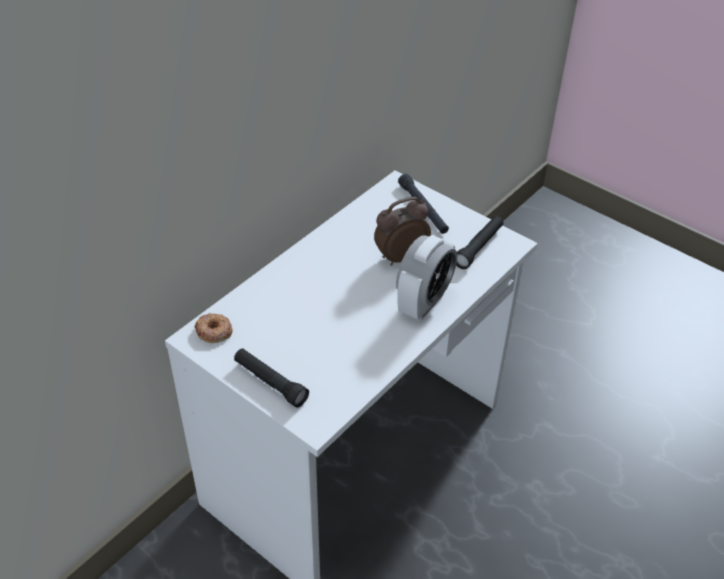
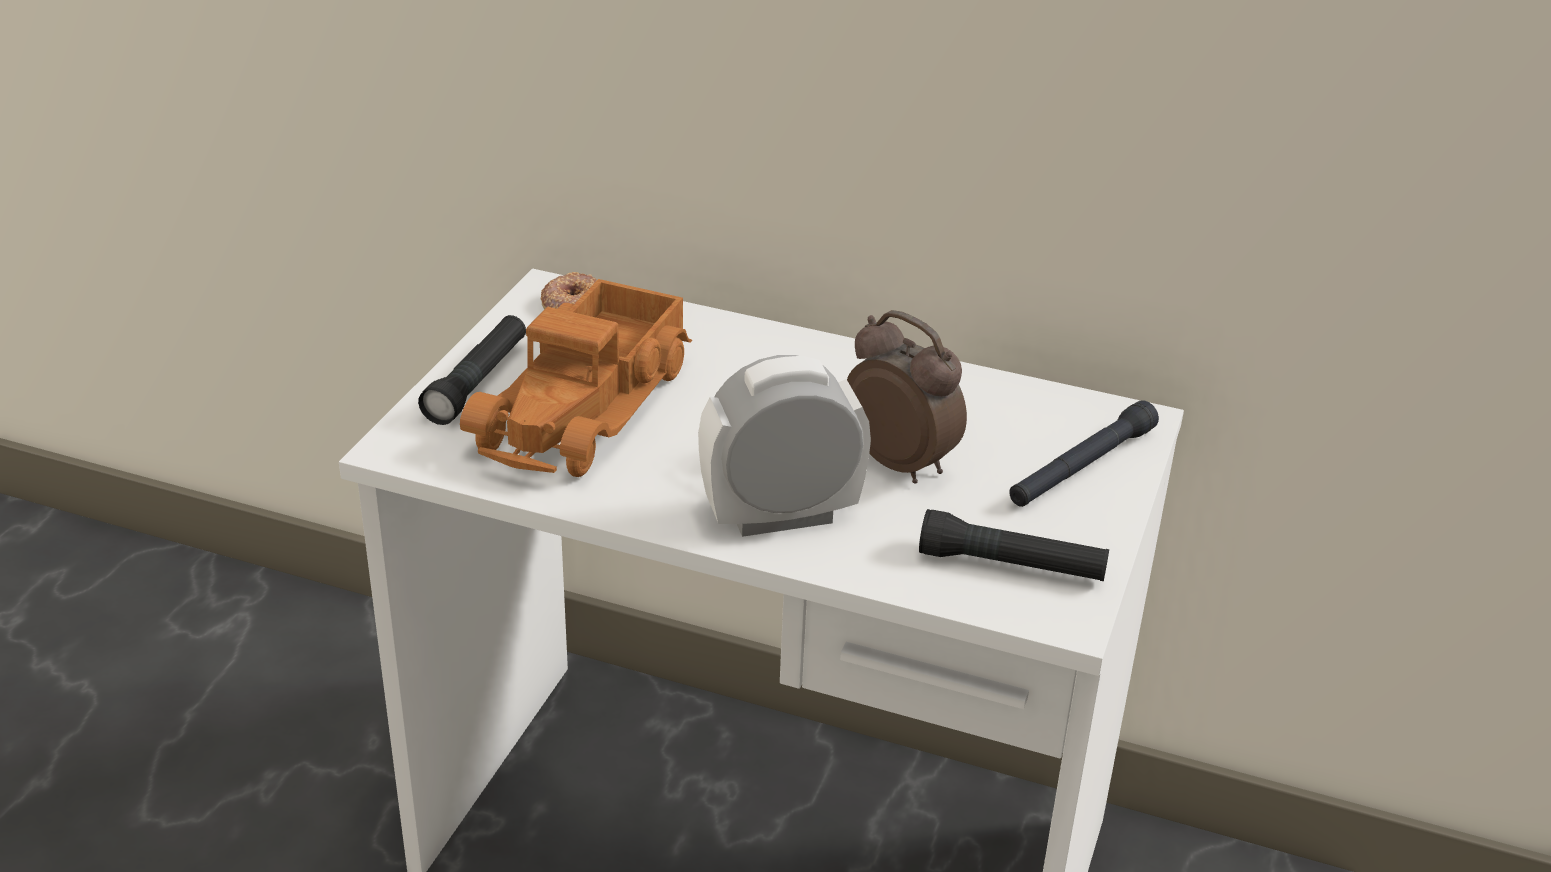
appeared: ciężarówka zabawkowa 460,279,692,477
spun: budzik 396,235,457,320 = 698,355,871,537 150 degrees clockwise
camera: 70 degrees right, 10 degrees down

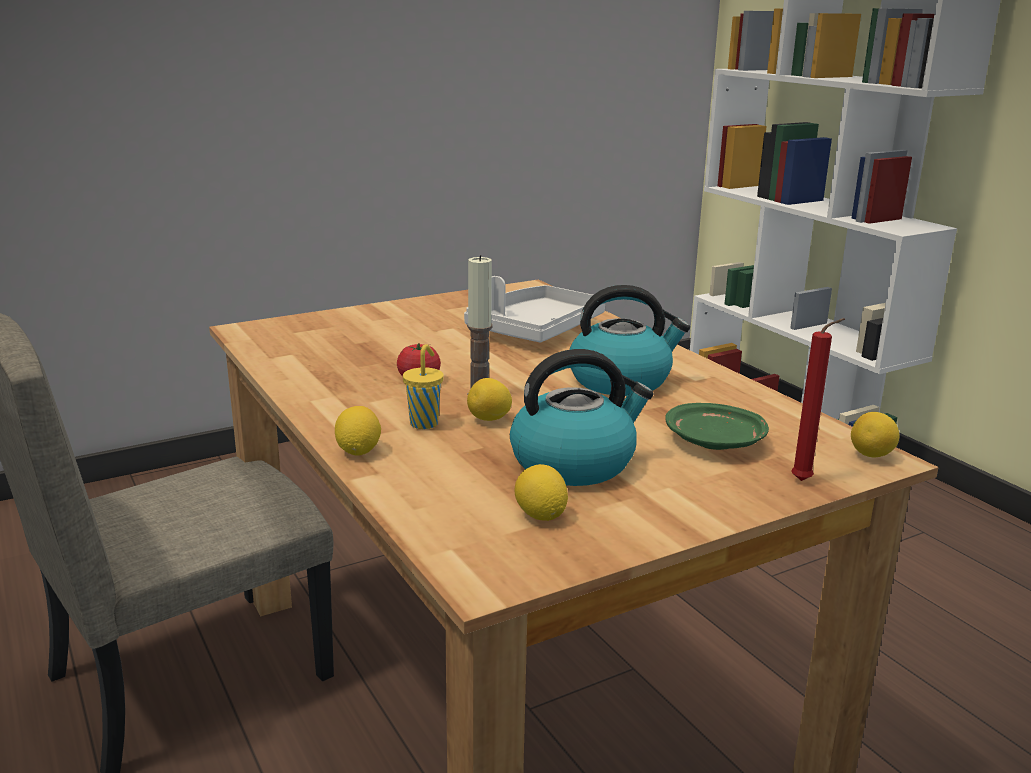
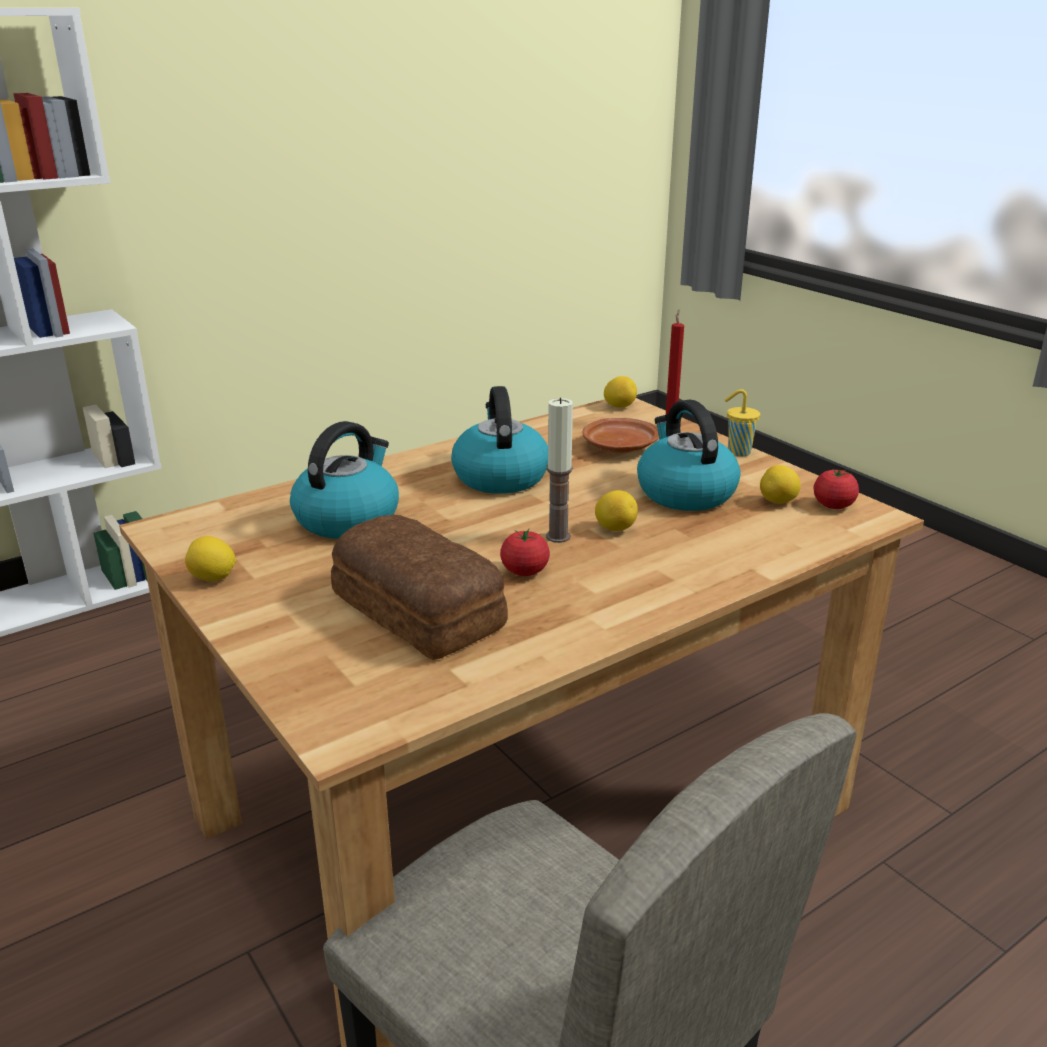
appeared: chleb 331,515,508,660; pomidor 813,469,859,509
relocated: cytryna 335,406,381,456 to 185,536,236,581; filiżanka (żółty) 403,344,444,429 to 725,389,760,456
exchanged: taca (szary) 464,276,605,343 to czajnik 290,421,399,539
colour: talerz (zielony) 665,403,769,450 to talerz (brązowy) 582,418,659,453
camera: 95 degrees left, 5 degrees up

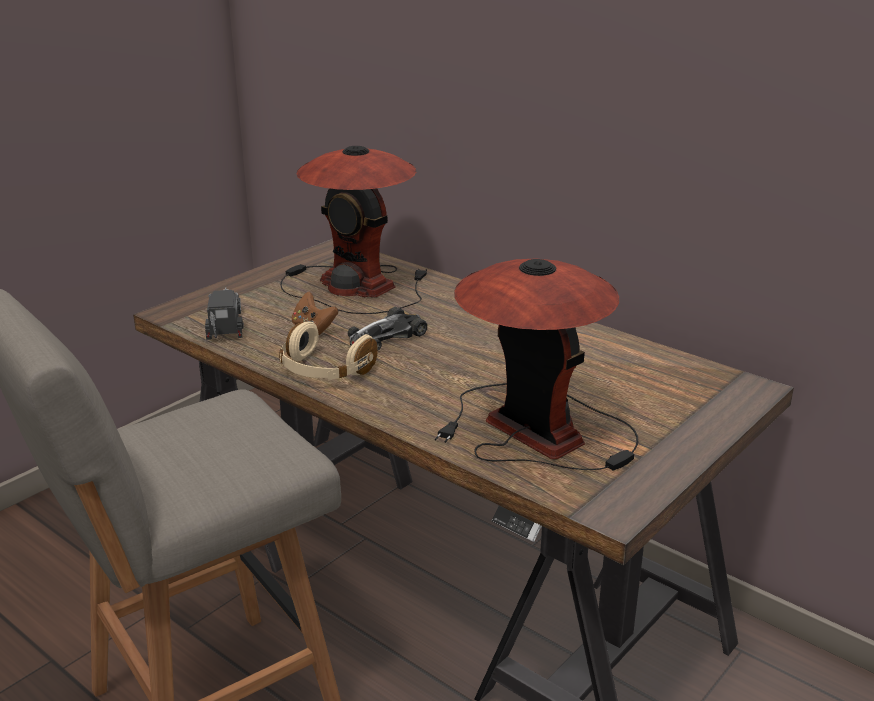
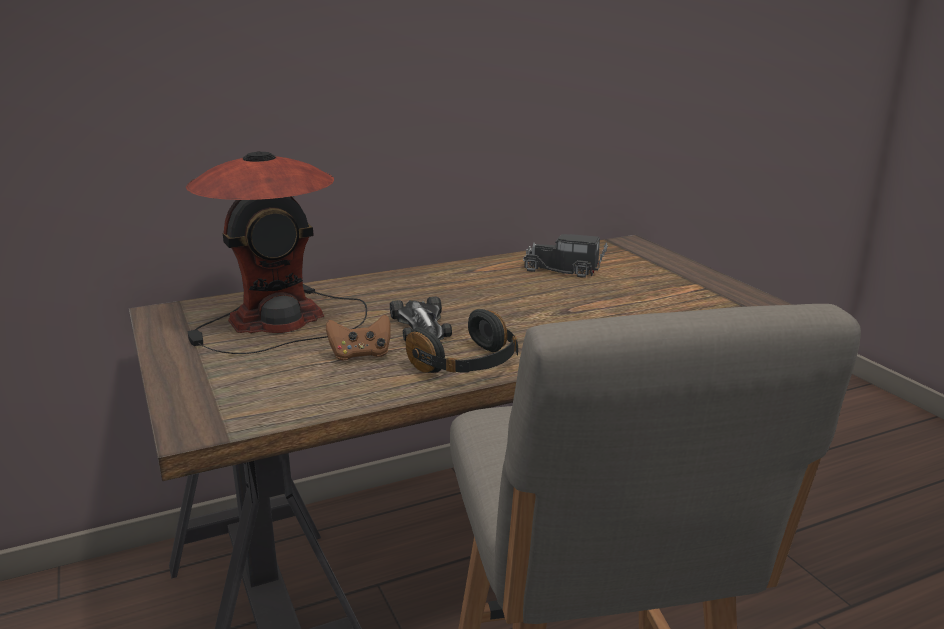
missing: lampa stołowa 435,258,638,471
relocated: ciężarówka zabawkowa 205,288,244,340 to 523,234,608,278
colour: słuchawki (beżowy) 279,321,378,380 to słuchawki (czarny) 406,309,518,373
camera: 65 degrees left, 5 degrees down

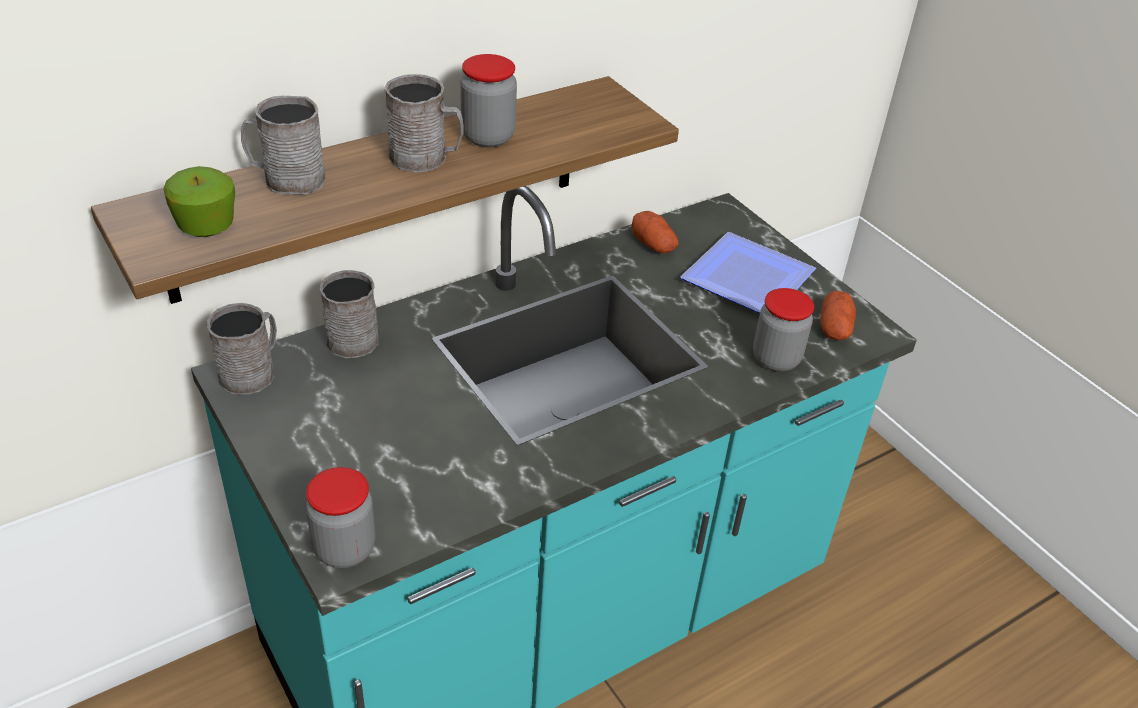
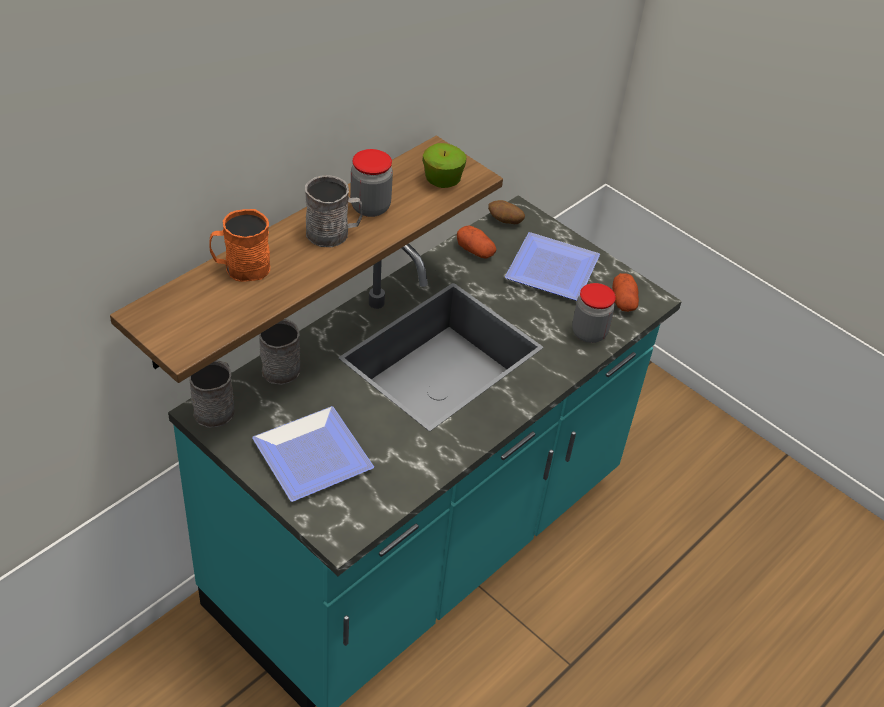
missing: słoik 306,467,375,568
appeared: talerz 252,406,374,502; ziemniak 488,200,525,224
relocated: jabłko 163,166,235,237 to 423,143,466,188
colour: kubek (szary) 241,96,326,195 to kubek (pomarańczowy) 209,209,270,282
camera: 15 degrees left, 5 degrees up

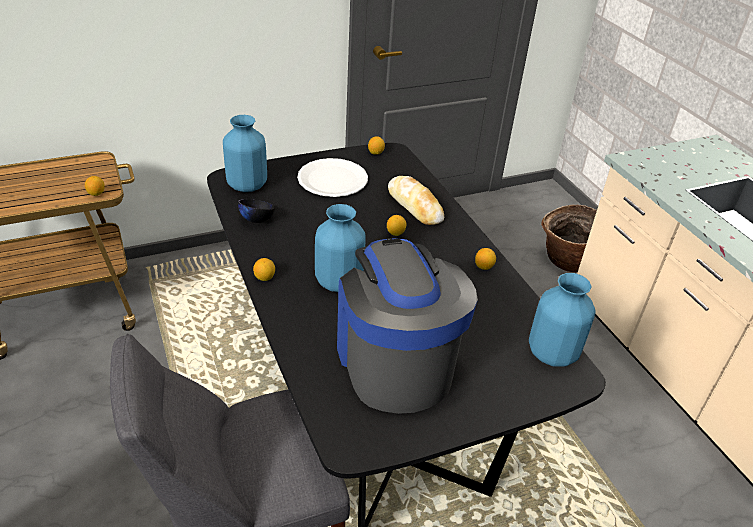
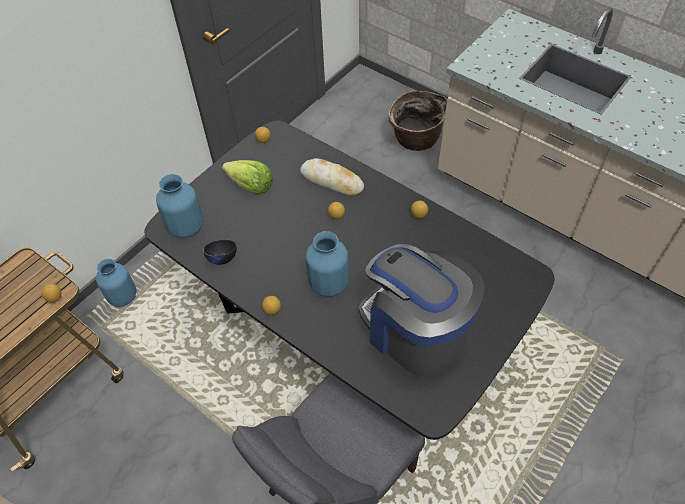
relocated: wazon (niebieski) 529,273,596,367 to 96,259,137,307
exchanged: talerz (biały) 297,158,368,197 to sałata 222,160,273,195
camera: 25 degrees left, 15 degrees up

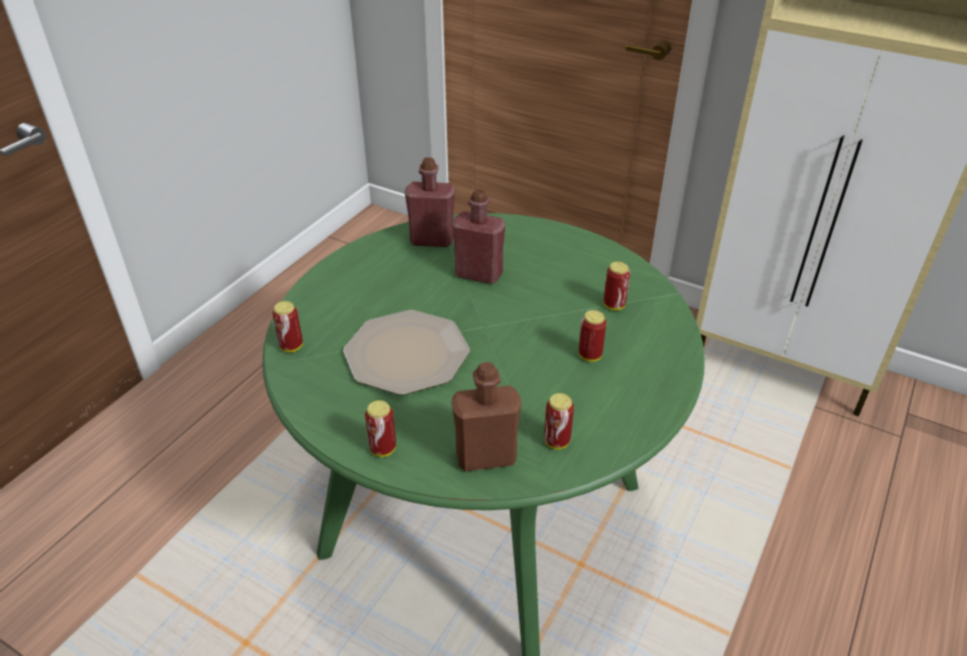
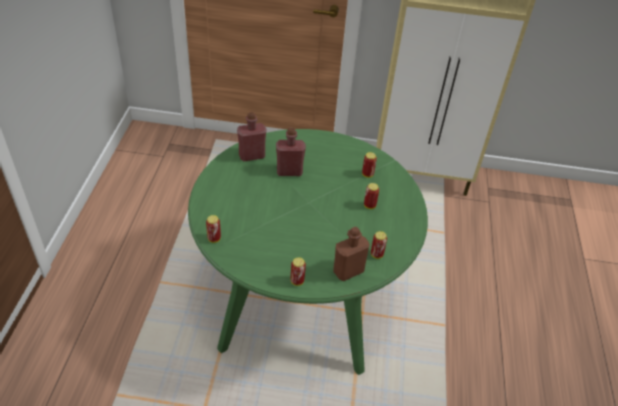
missing: talerz 343,310,470,395
camera: 25 degrees left, 5 degrees up

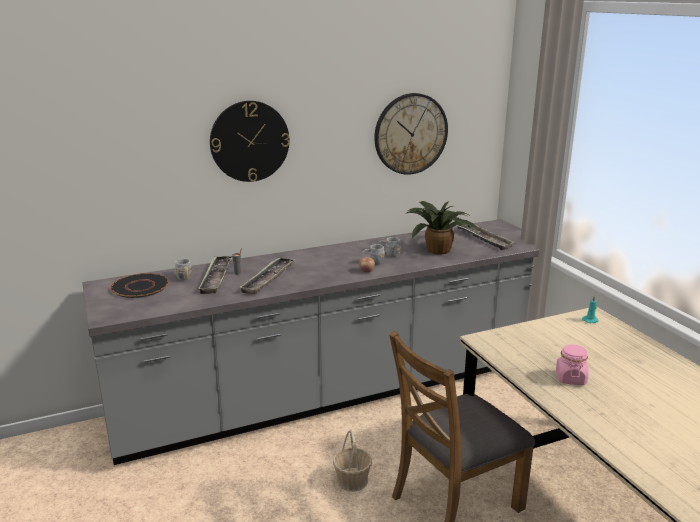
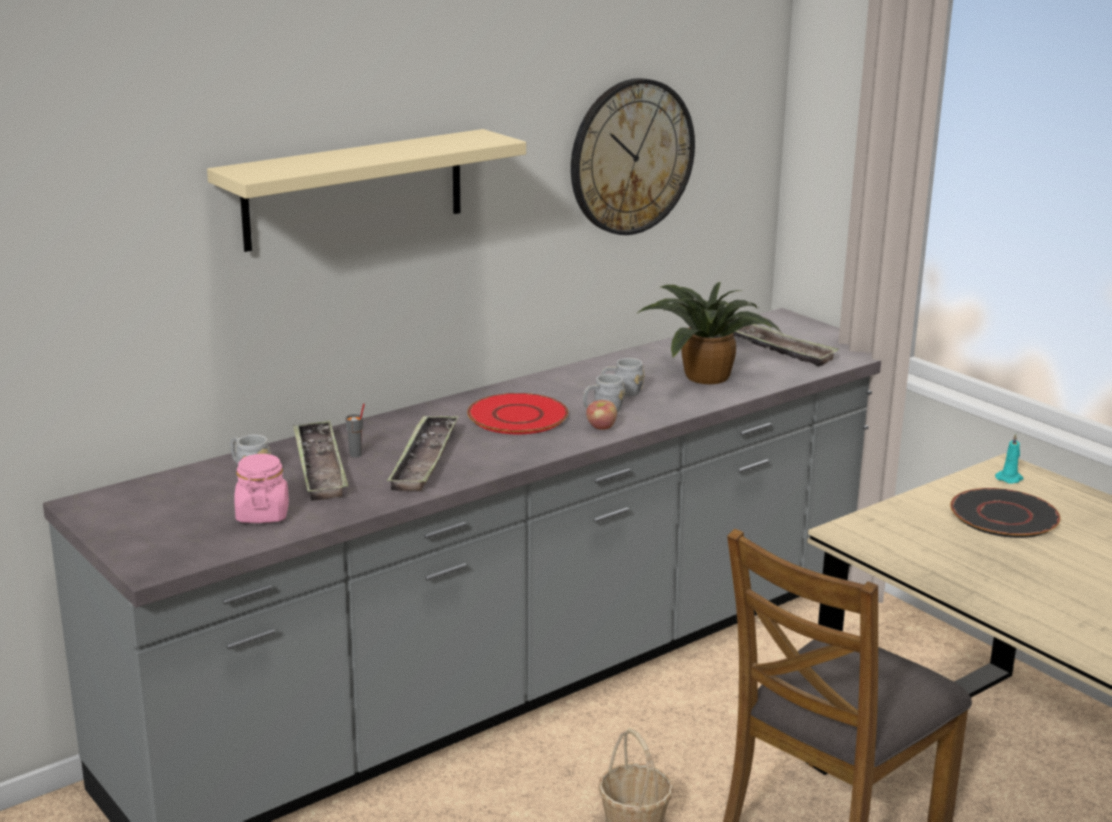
appeared: talerz (czerwony) 467,393,568,434
relocated: słoik (różowy) 556,344,589,385 to 234,454,289,523; talerz (czarny) 110,273,169,298 to 950,488,1060,538
exchanged: zegar ścienny 210,101,290,182 to półka (beżowy) 207,129,526,252
camera: 15 degrees left, 0 degrees up

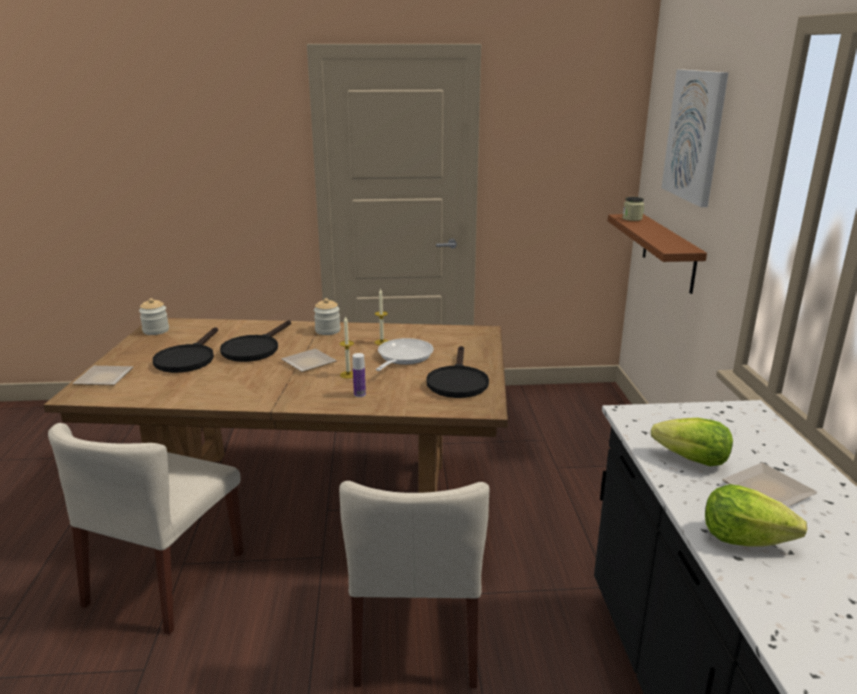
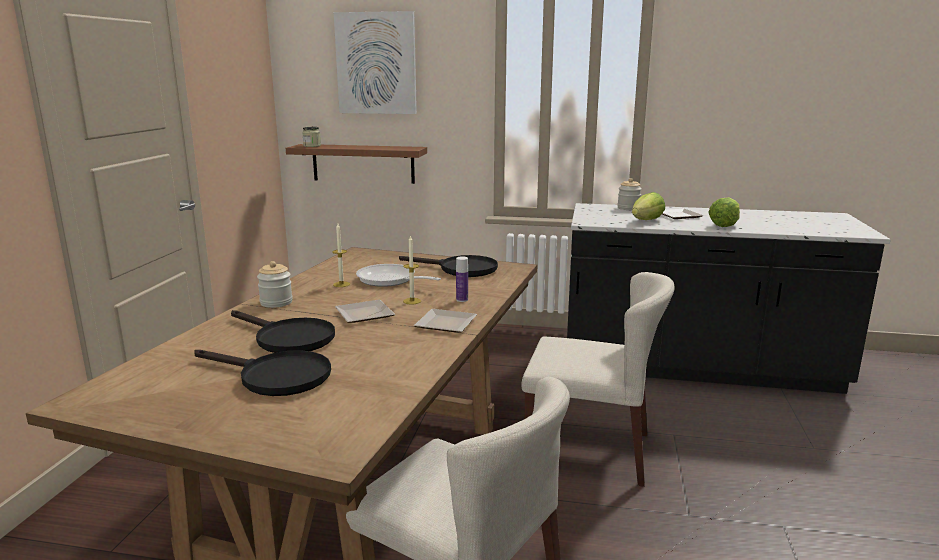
relocated: talerz 72,366,133,385 to 414,309,477,333; słoik 139,298,169,335 to 617,178,642,210
camera: 75 degrees left, 5 degrees down

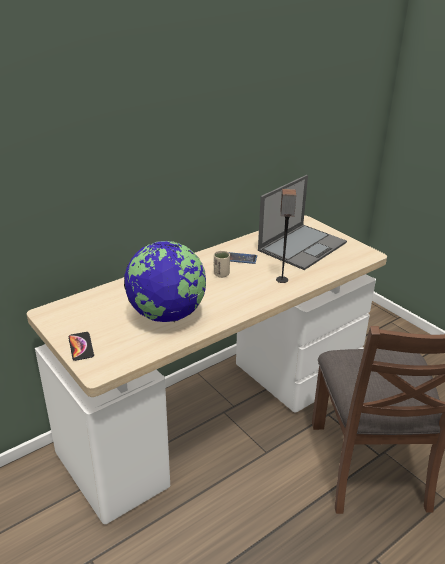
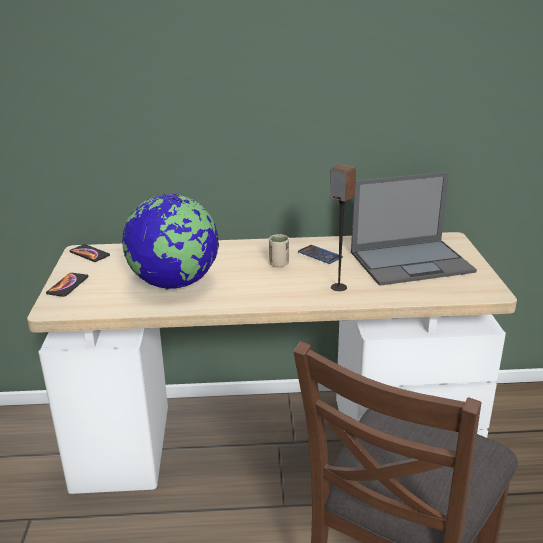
appeared: telefon 70,244,110,262
camera: 35 degrees right, 5 degrees down

